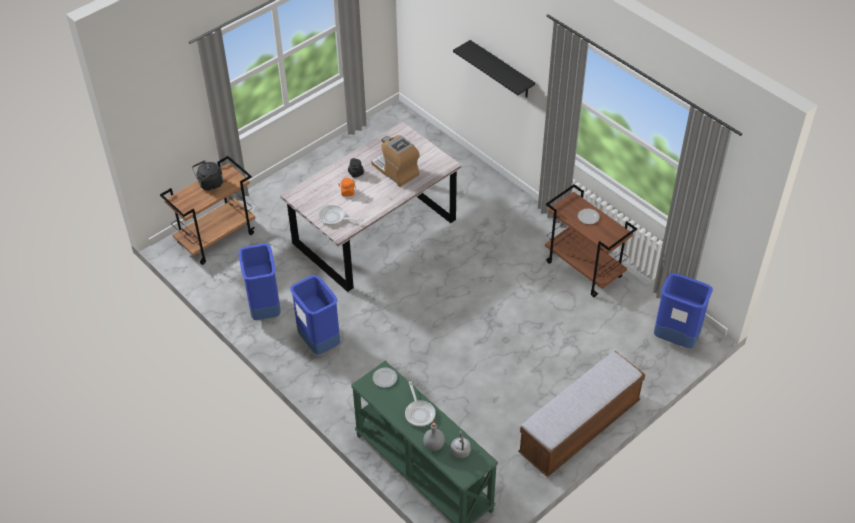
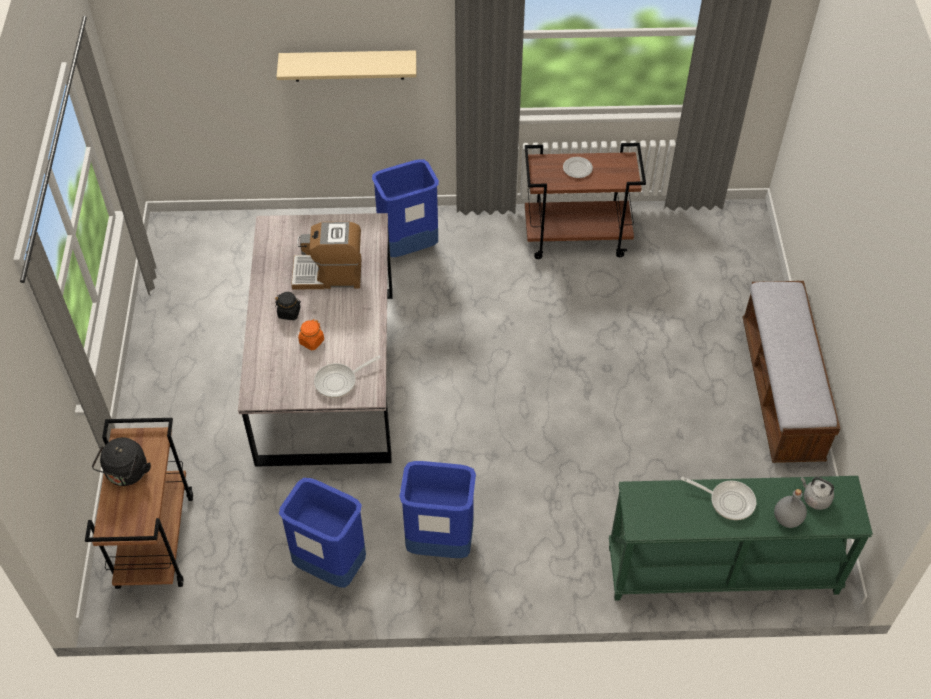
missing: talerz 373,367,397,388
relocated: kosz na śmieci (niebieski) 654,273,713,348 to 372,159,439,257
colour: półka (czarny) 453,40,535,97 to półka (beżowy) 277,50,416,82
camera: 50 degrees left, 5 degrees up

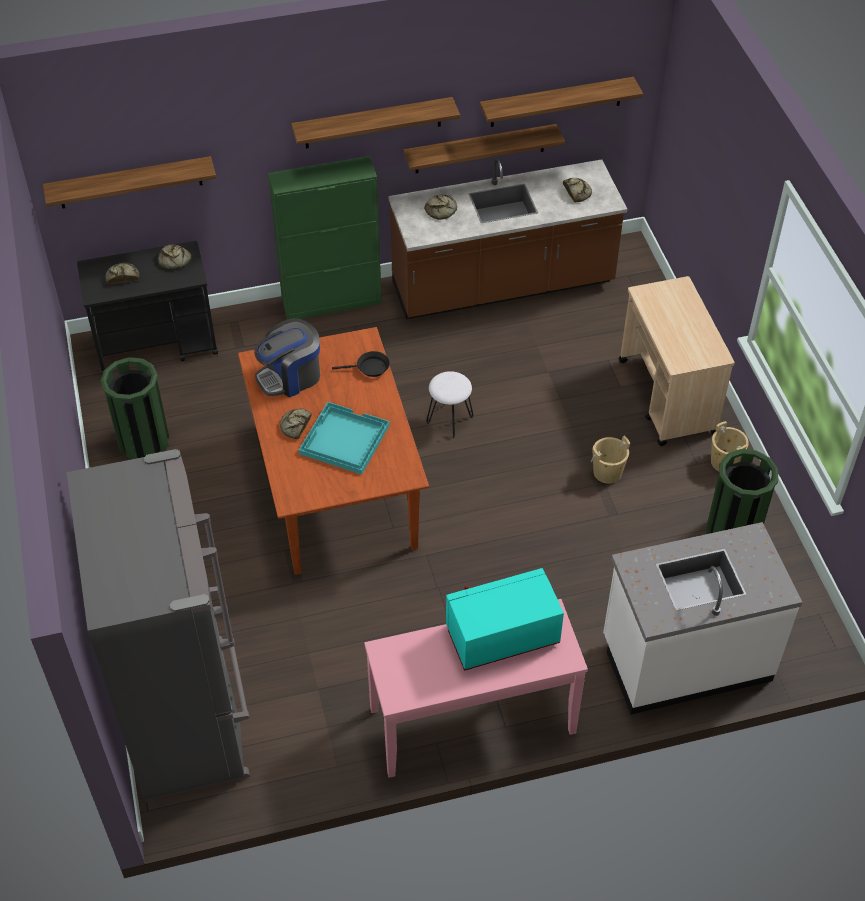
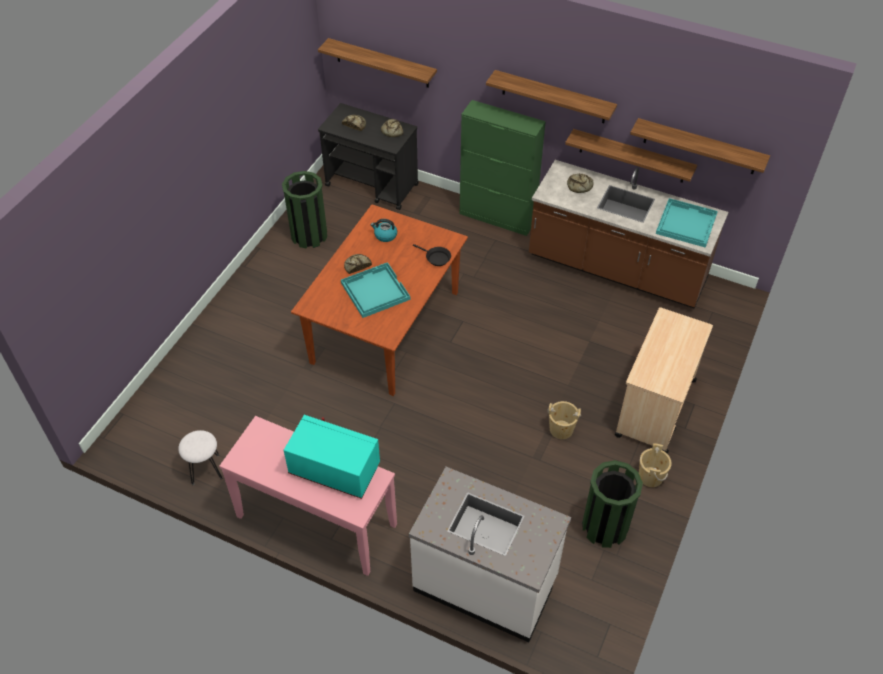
missing: lodówka (szary) 67,449,250,801
relocated: stołek (biały) 426,371,473,438 to 178,430,222,485
exchanged: ekspres do kawy 254,318,320,397 to czajnik 371,219,397,242; chleb 563,178,592,202 to taca (turkusowy) 656,198,718,248
camera: 40 degrees right, 0 degrees up

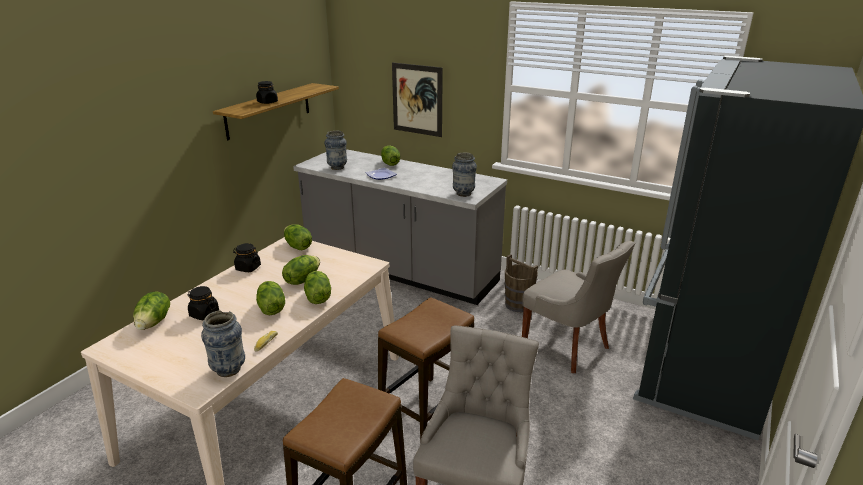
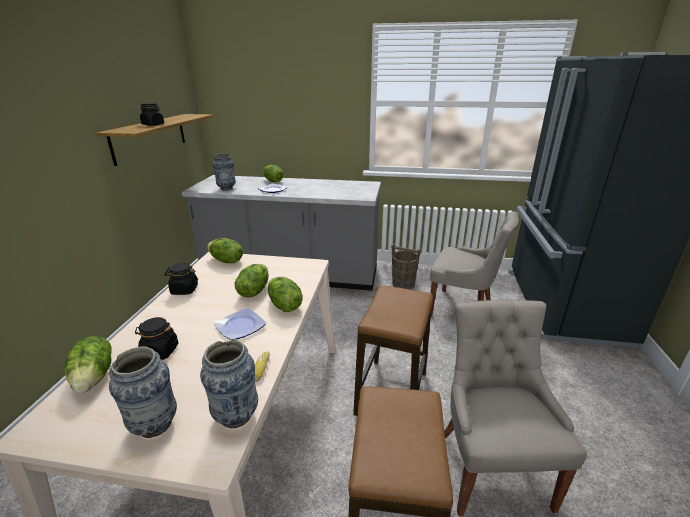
missing: obraz 392,62,443,137
relocated: wazon 452,153,477,197 to 109,347,177,438
exchanged: sałata 256,281,285,315 to talerz 214,307,267,340
camera: 20 degrees left, 0 degrees up

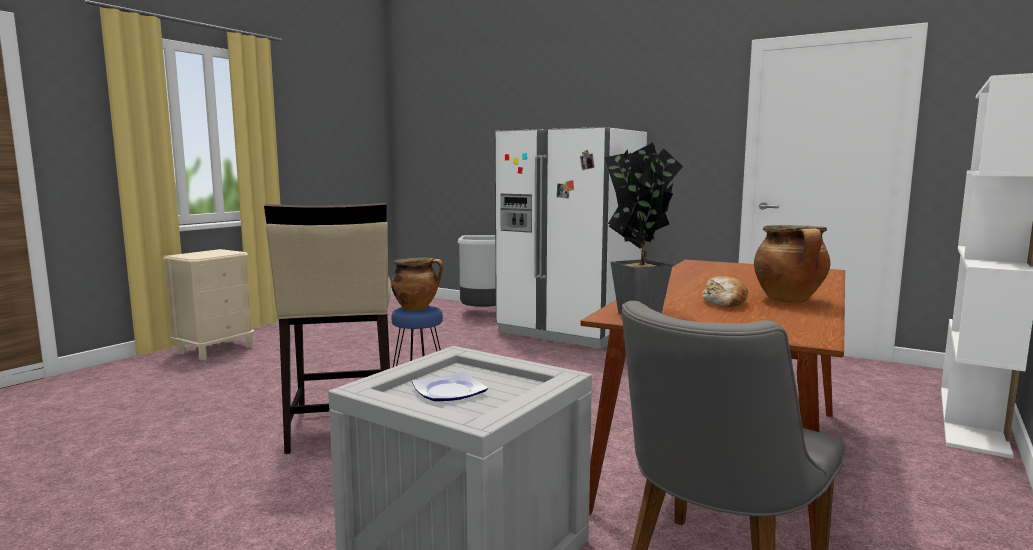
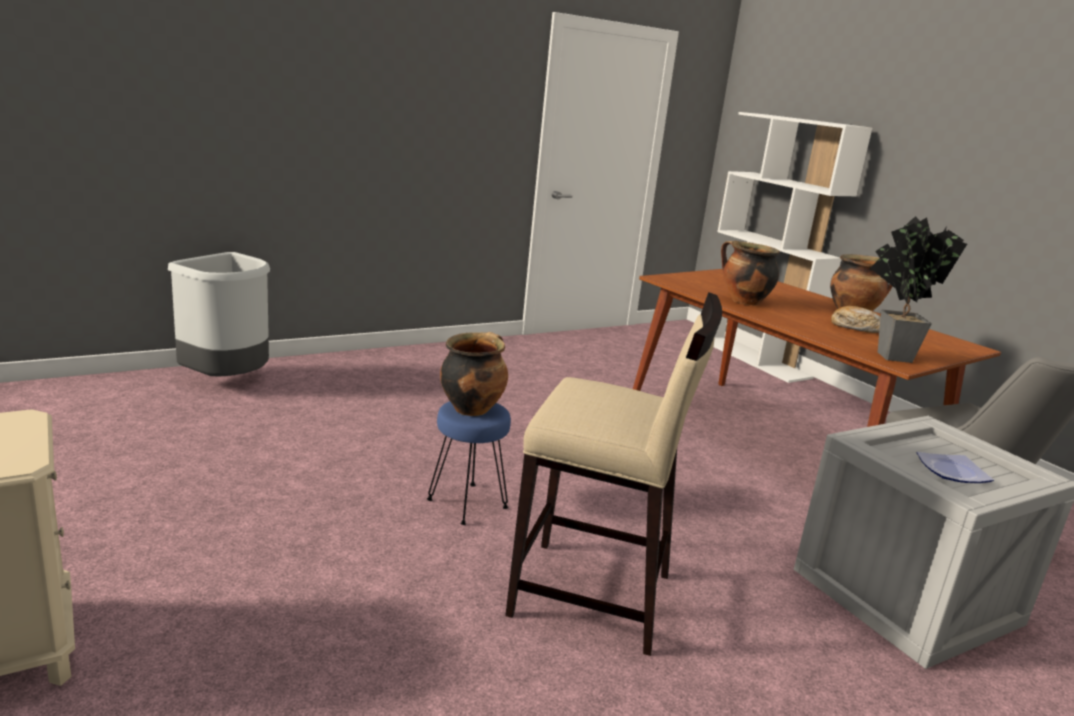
missing: lodówka (biały) 495,127,647,348
appeared: garnek 721,241,780,305
camera: 65 degrees left, 10 degrees up

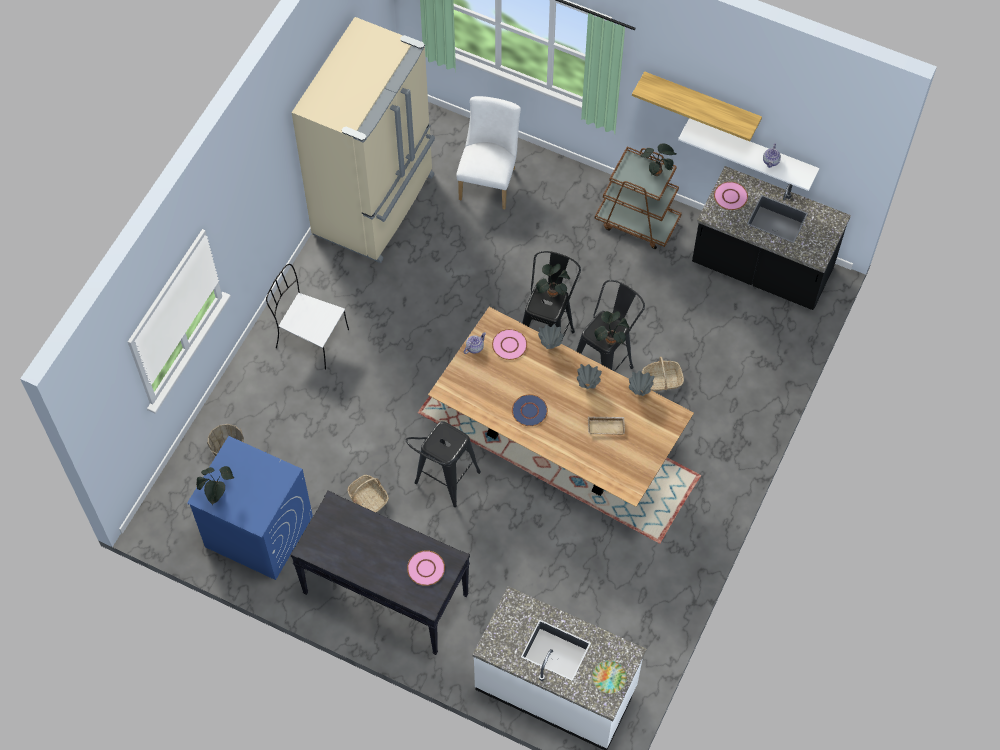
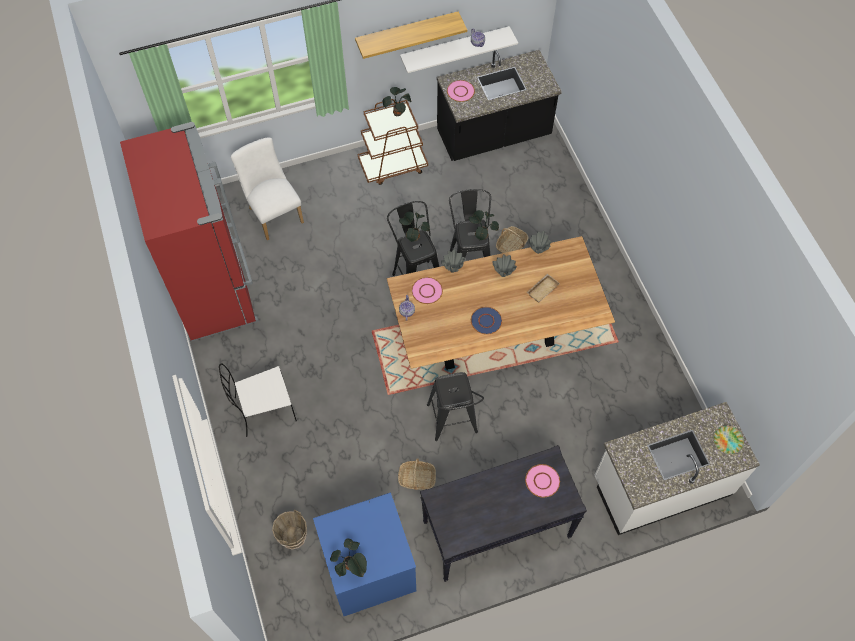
colour: lodówka (beżowy) 292,17,435,263 to lodówka (czerwony) 120,122,259,341
camera: 45 degrees left, 0 degrees up

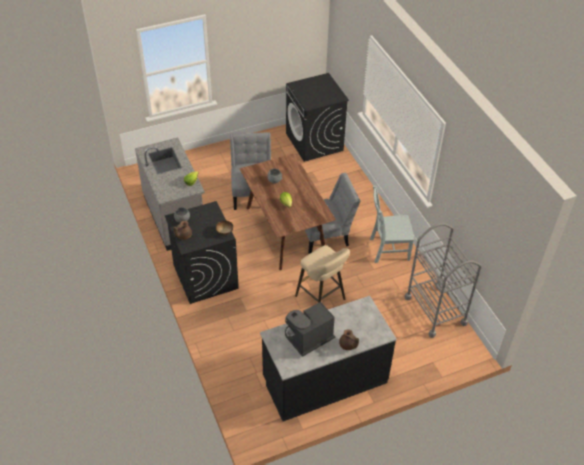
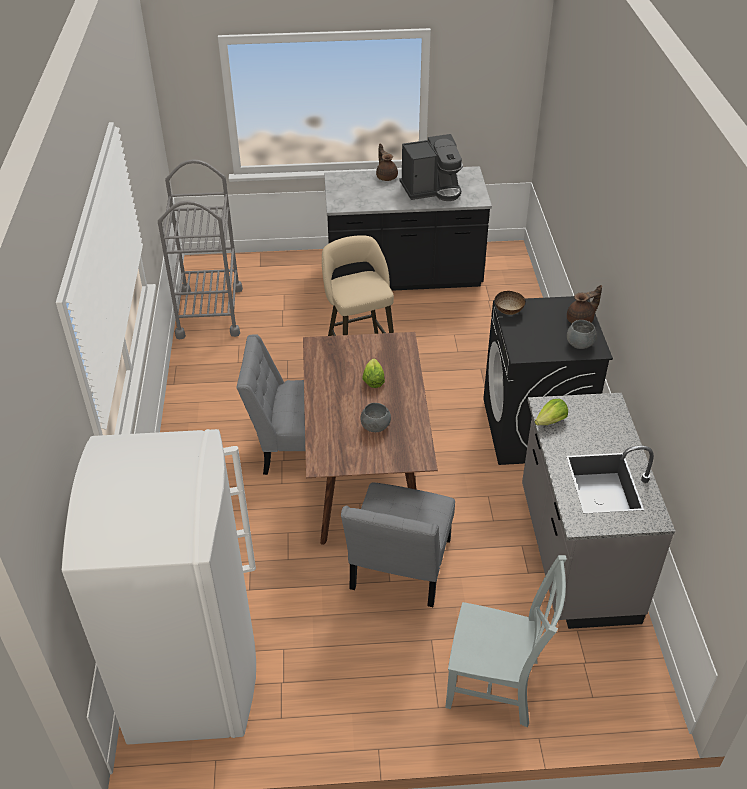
relocated: krzesło (szary) 370,185,414,263 to 445,555,567,727
exchanged: pralka (czarny) 286,73,349,162 to lodówka (biały) 62,429,256,745
camera: 160 degrees left, 5 degrees down

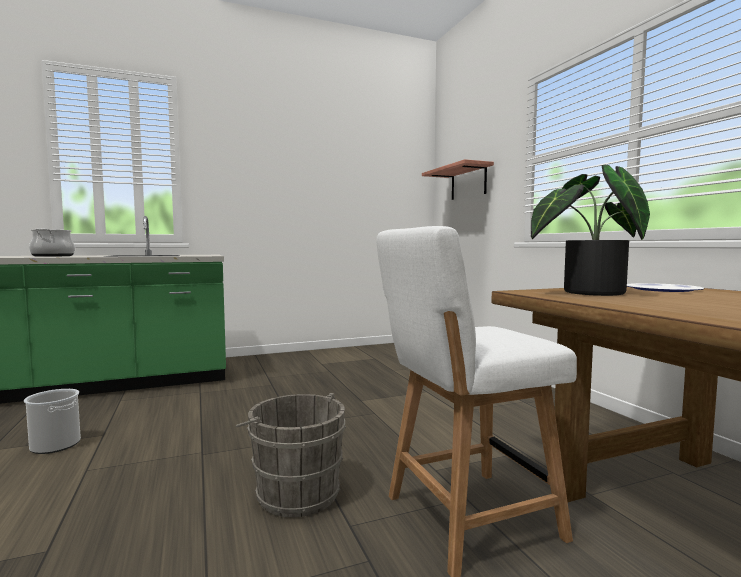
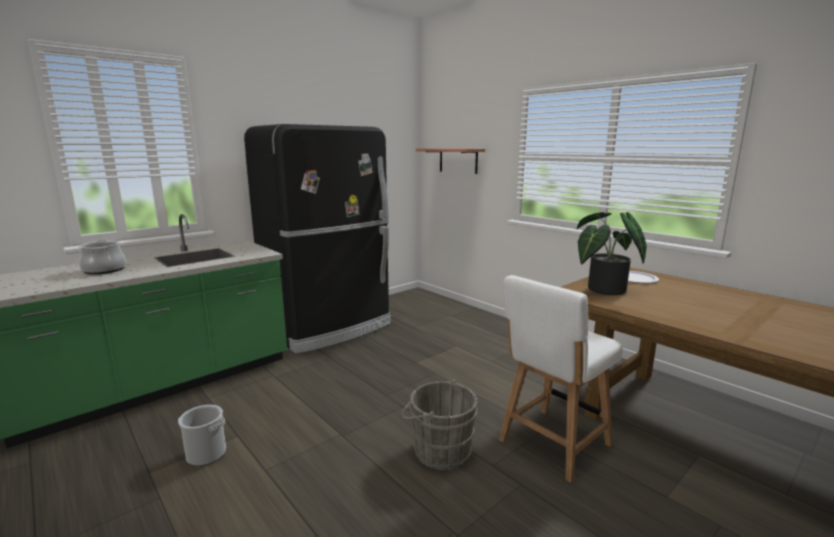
appeared: lodówka (czarny) 244,124,391,354
camera: 20 degrees left, 10 degrees up

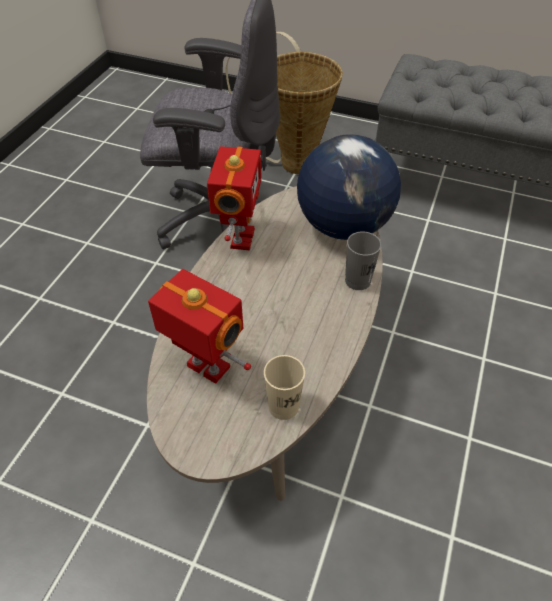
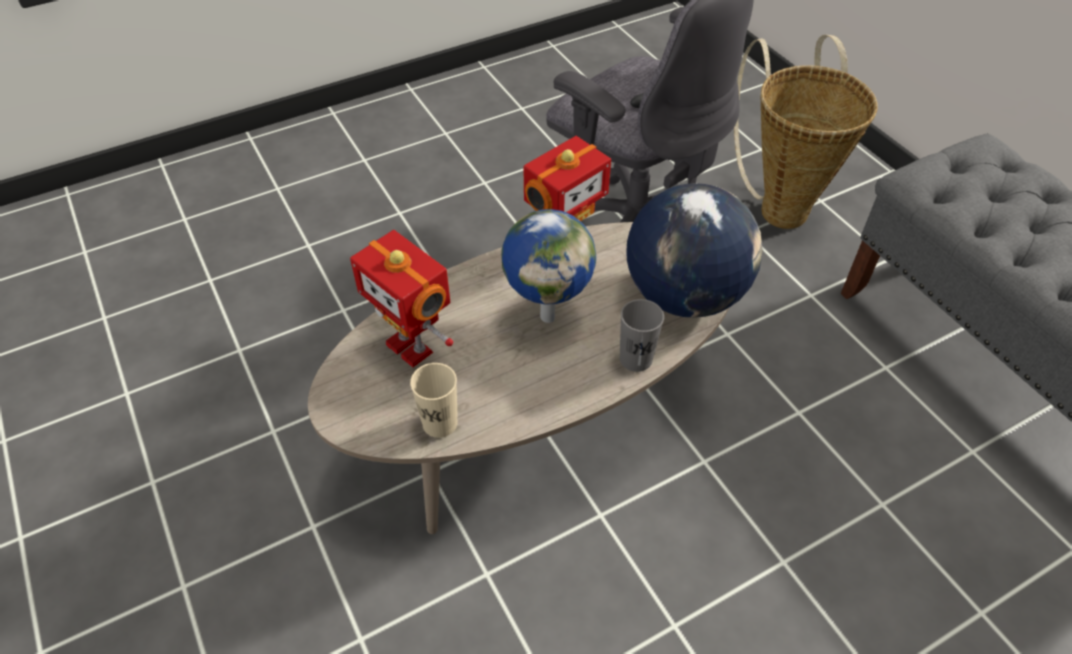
appeared: globus 501,209,596,323
spun: robot zabawkowy 148,269,251,384 = 350,230,453,368 150 degrees clockwise
camera: 40 degrees right, 0 degrees up

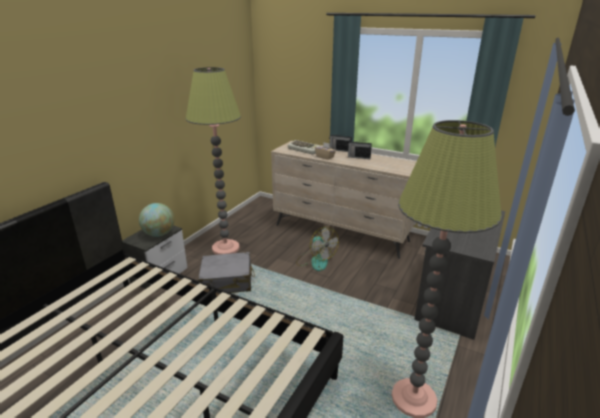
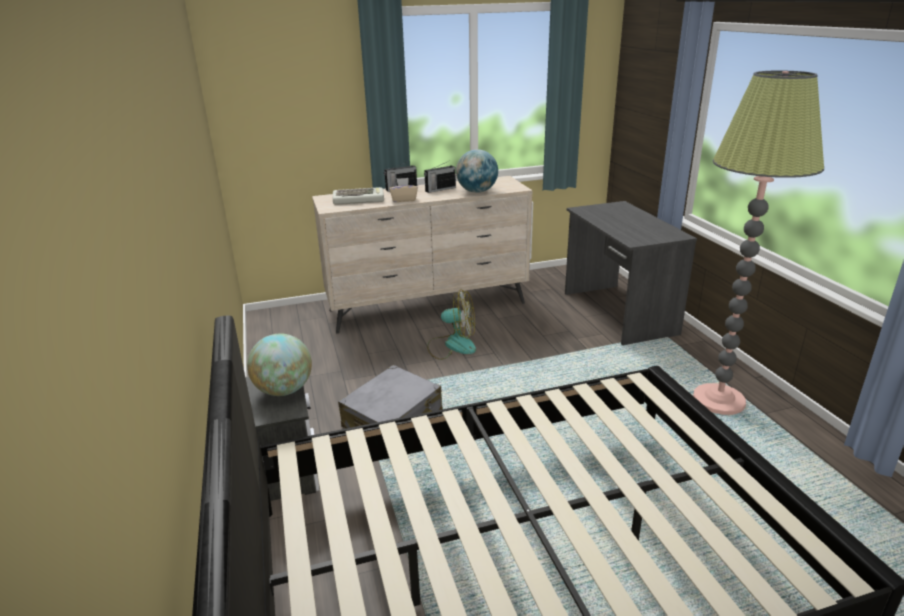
missing: lampa stojąca 185,67,241,255
appeared: globus 456,149,498,193
camera: 45 degrees left, 0 degrees up

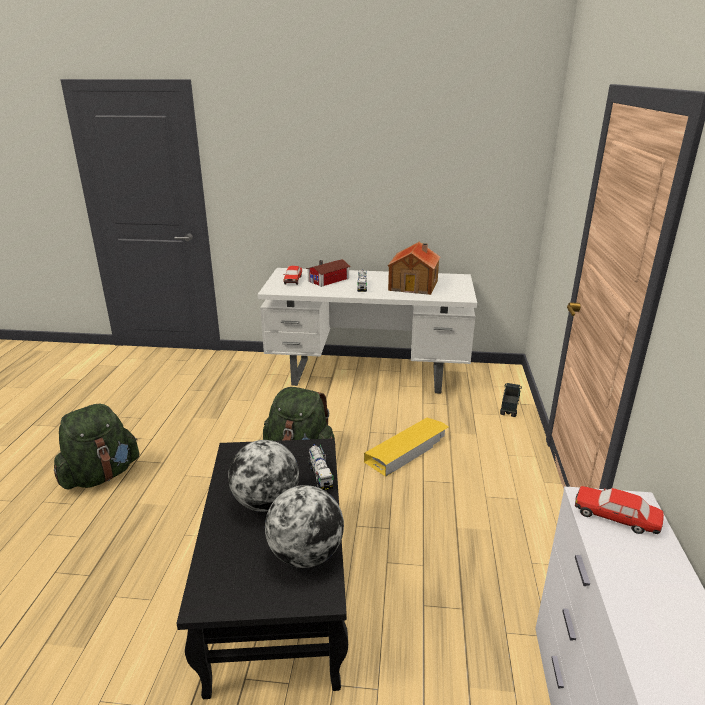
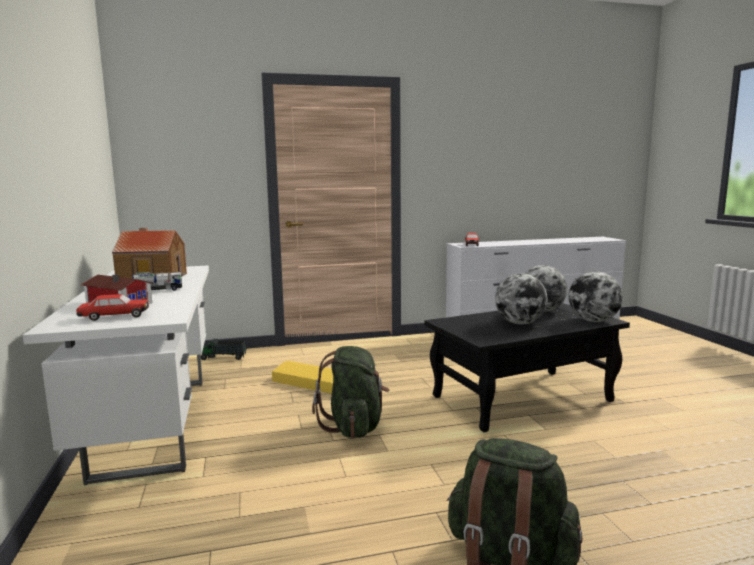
missing: ciężarówka zabawkowa 308,444,333,490
appeared: globus 568,271,623,322
camera: 110 degrees left, 15 degrees down

